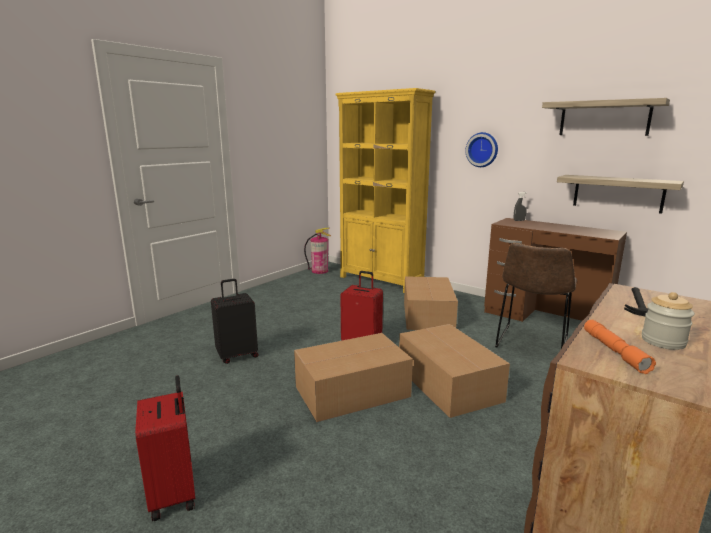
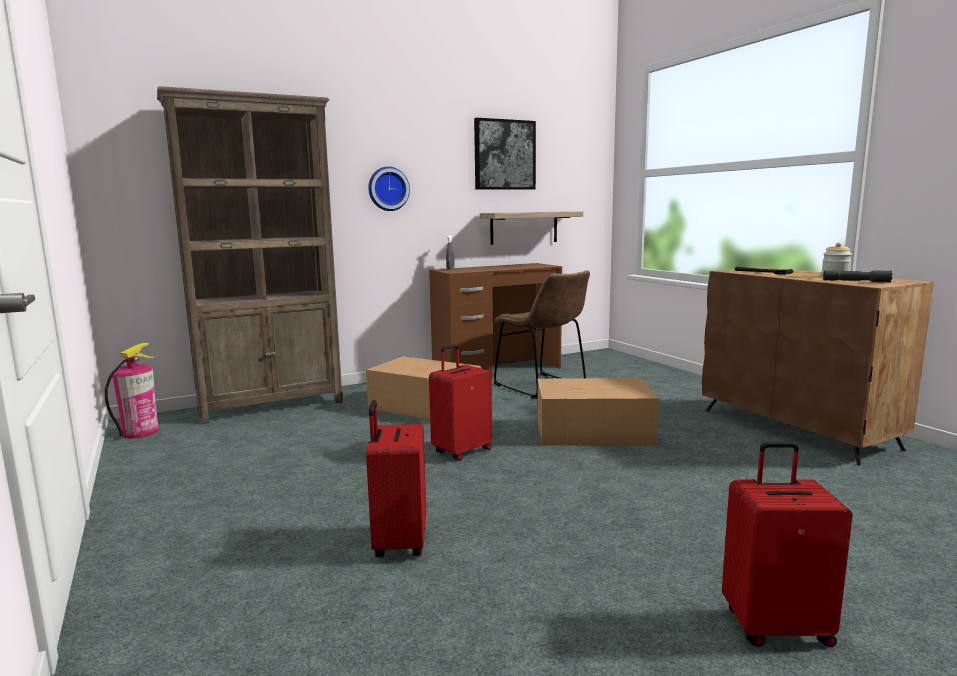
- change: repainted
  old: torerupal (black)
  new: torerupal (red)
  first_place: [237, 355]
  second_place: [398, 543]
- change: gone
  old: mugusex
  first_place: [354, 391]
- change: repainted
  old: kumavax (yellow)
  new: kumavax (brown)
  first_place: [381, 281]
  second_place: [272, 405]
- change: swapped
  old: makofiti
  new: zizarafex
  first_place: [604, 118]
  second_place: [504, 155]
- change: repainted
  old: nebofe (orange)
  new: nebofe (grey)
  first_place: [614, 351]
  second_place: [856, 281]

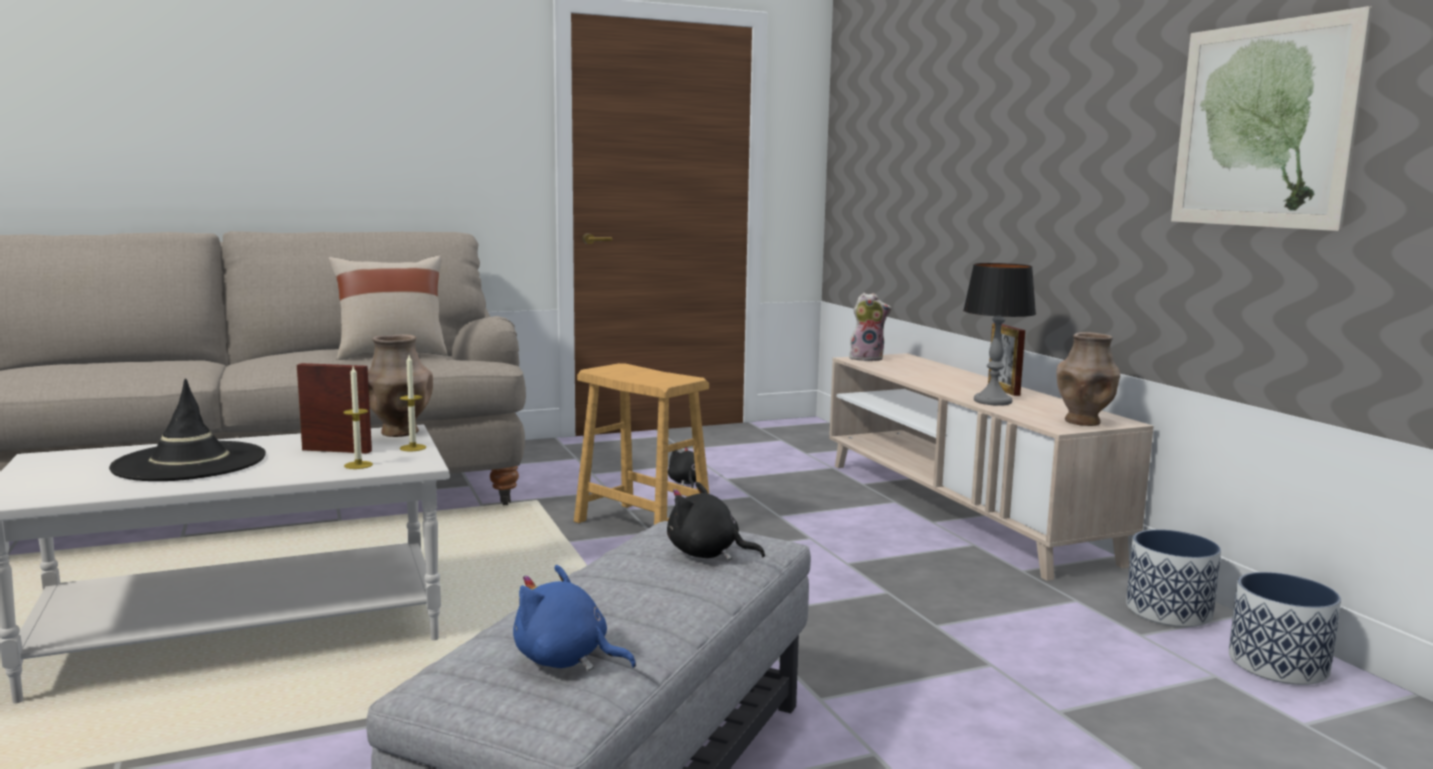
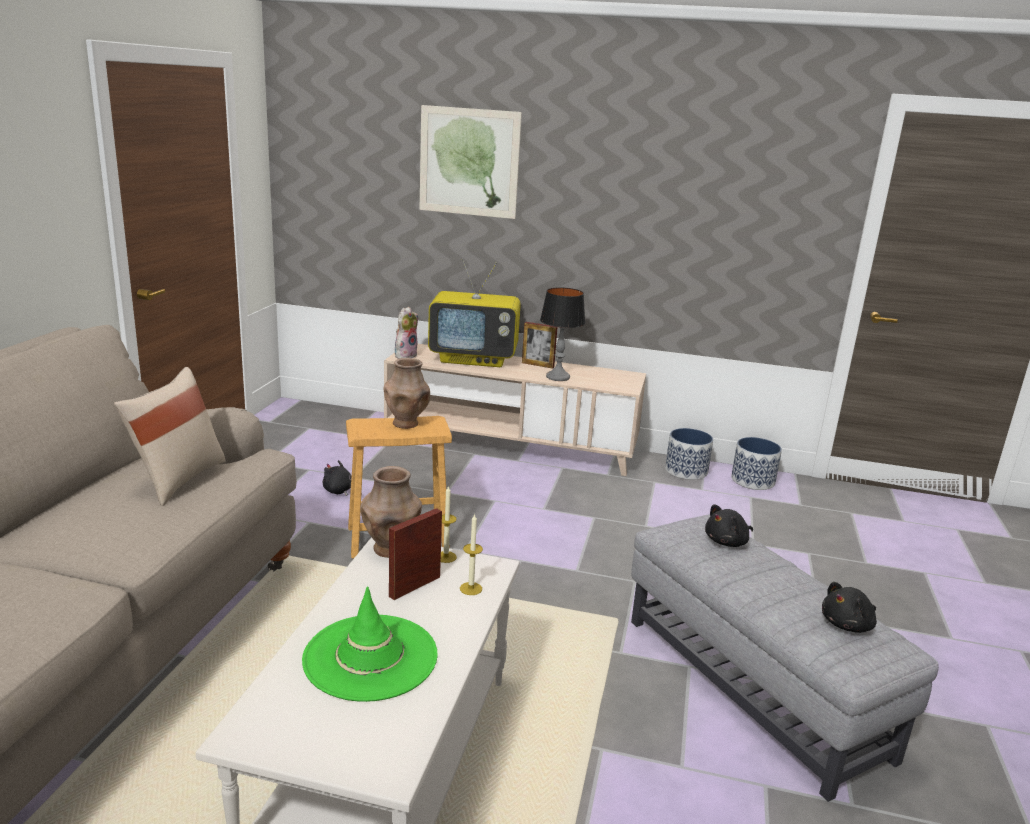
- change: repainted
  old: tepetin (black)
  new: tepetin (green)
  first_place: [189, 462]
  second_place: [370, 657]
- change: repainted
  old: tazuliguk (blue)
  new: tazuliguk (black)
  first_place: [566, 660]
  second_place: [848, 625]
- change: shifted
  old: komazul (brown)
  first_place: [1083, 422]
  second_place: [406, 424]
- change: shifted
  old: zizarafex
  first_place: [1262, 125]
  second_place: [469, 162]
- change: new
  new: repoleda
  second_place: [474, 359]

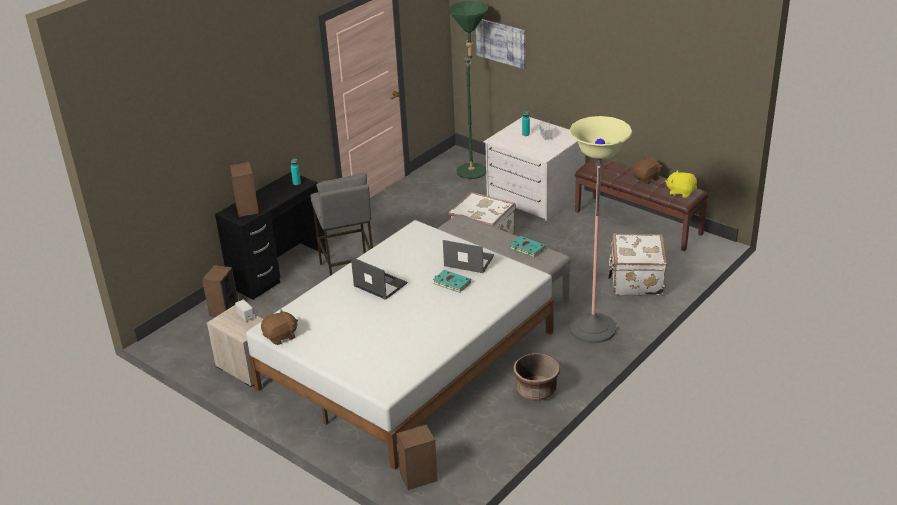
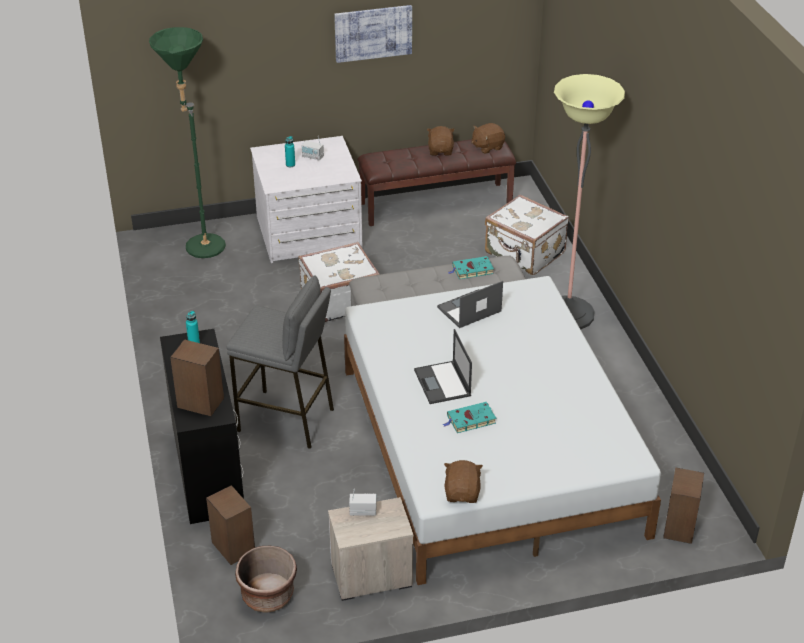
- change: rotated
  old: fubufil
  first_place: [379, 284]
  second_place: [443, 383]
  degrees: -90
- change: shifted
  old: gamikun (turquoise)
  first_place: [451, 283]
  second_place: [470, 420]
- change: shifted
  old: zizarafex
  first_place: [501, 42]
  second_place: [373, 33]
- change: shifted
  old: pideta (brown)
  first_place: [536, 391]
  second_place: [268, 595]
- change: repainted
  old: tazuliguk (yellow)
  new: tazuliguk (brown)
  first_place: [681, 192]
  second_place: [487, 147]

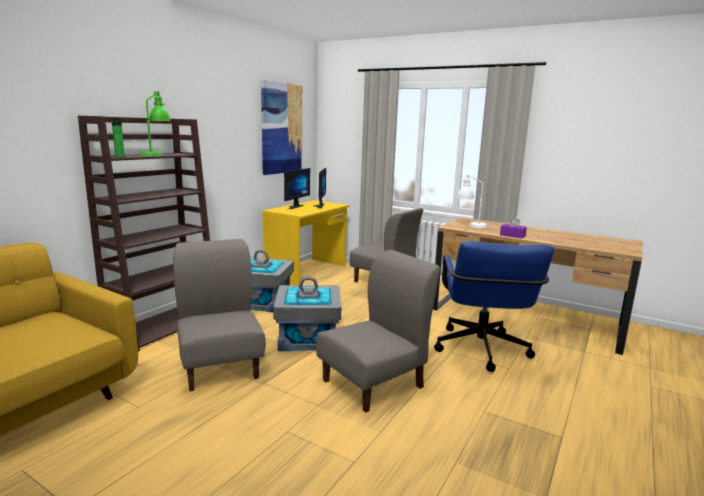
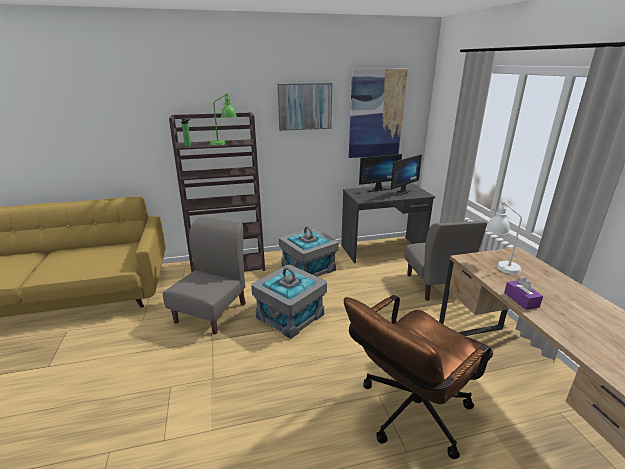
- change: repainted
  old: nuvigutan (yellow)
  new: nuvigutan (grey)
  first_place: [307, 271]
  second_place: [383, 250]
- change: gone
  old: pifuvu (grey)
  first_place: [374, 383]
- change: repainted
  old: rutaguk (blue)
  new: rutaguk (brown)
  first_place: [482, 352]
  second_place: [408, 415]
- change: new
  new: zizarafex
  second_place: [305, 106]

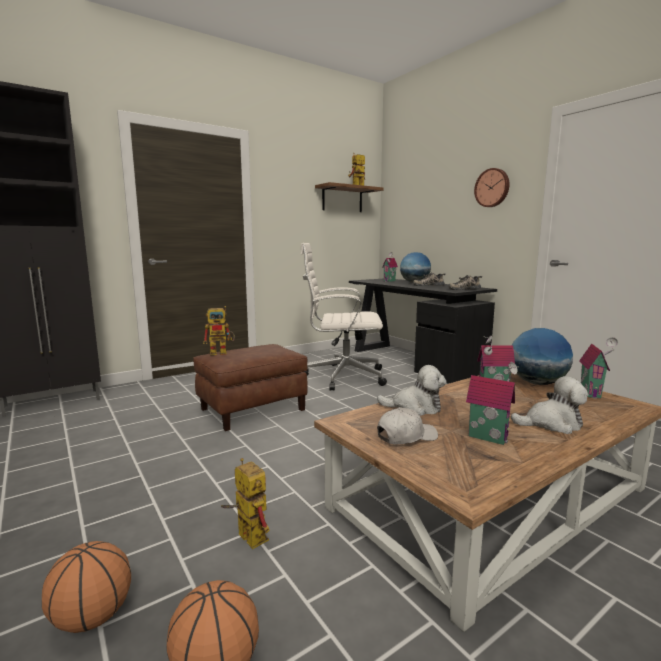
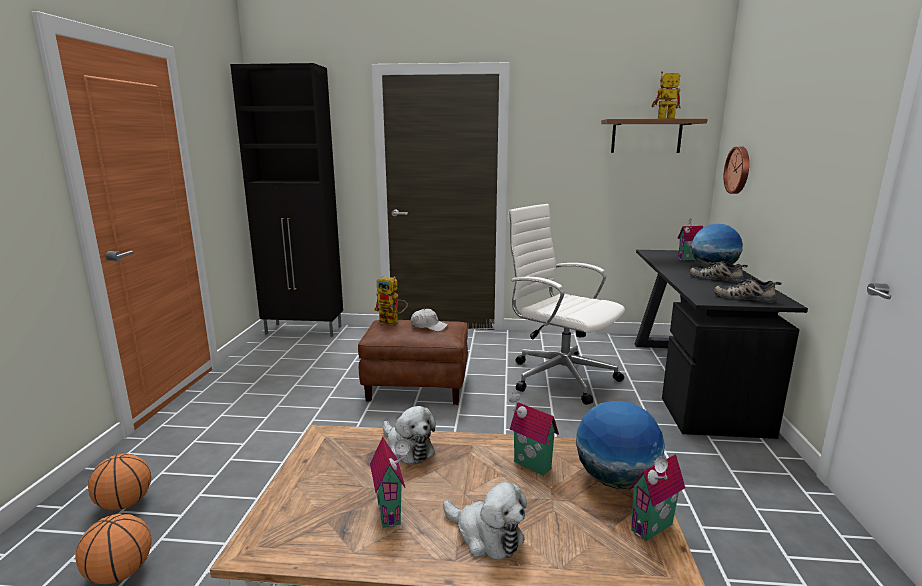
- change: gone
  old: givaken
  first_place: [246, 535]
- change: shifted
  old: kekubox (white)
  first_place: [406, 436]
  second_place: [428, 326]
- change: shifted
  old: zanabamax
  first_place: [492, 188]
  second_place: [738, 170]

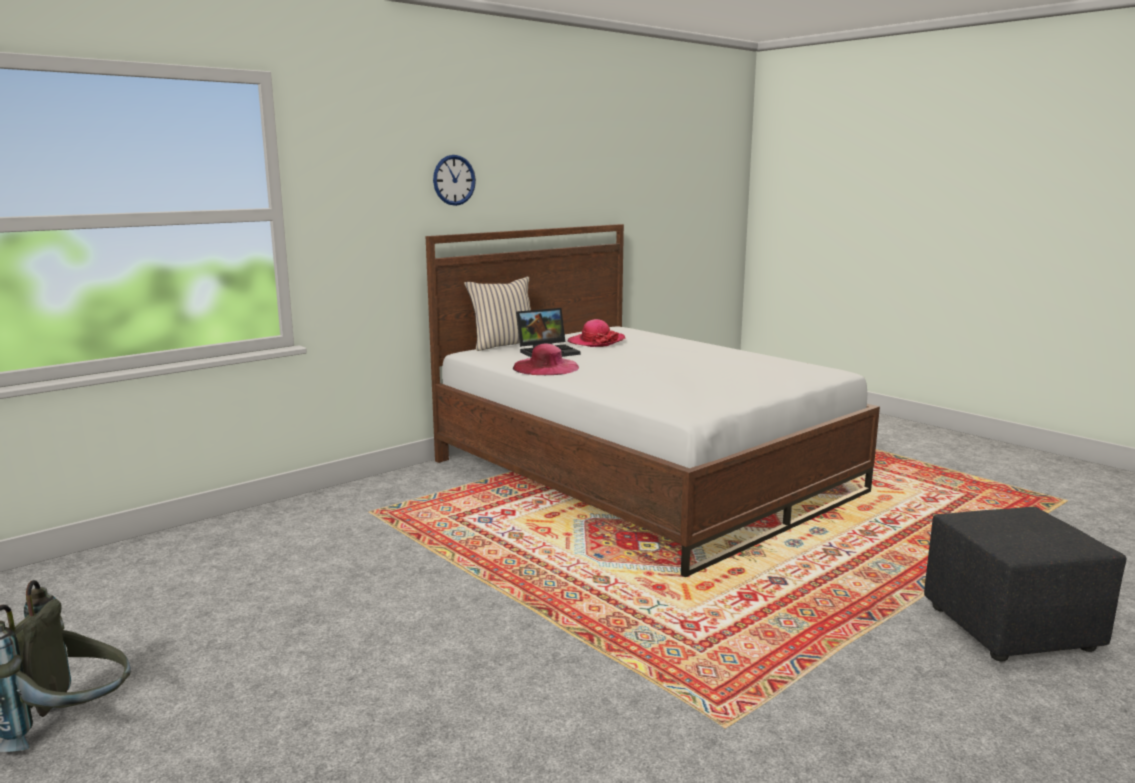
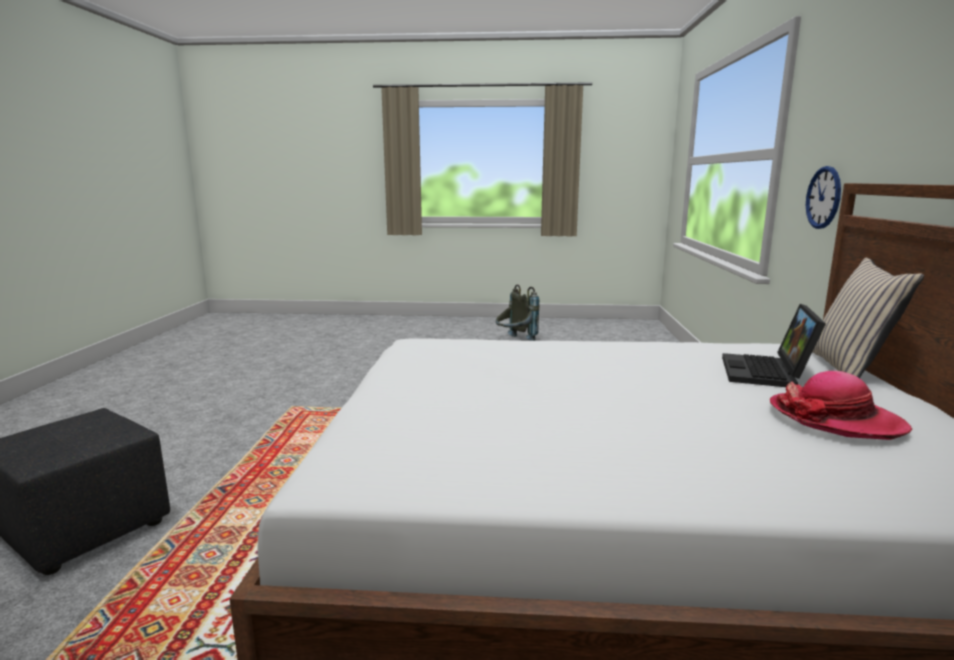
- change: shifted
  old: zanabamax
  first_place: [454, 180]
  second_place: [823, 197]
- change: gone
  old: tepetin (pink)
  first_place: [546, 367]

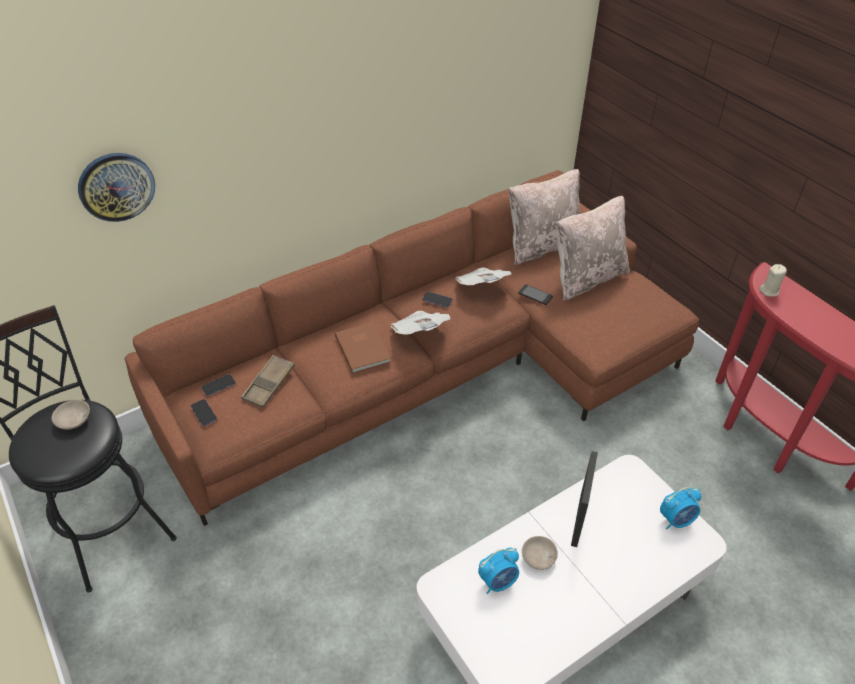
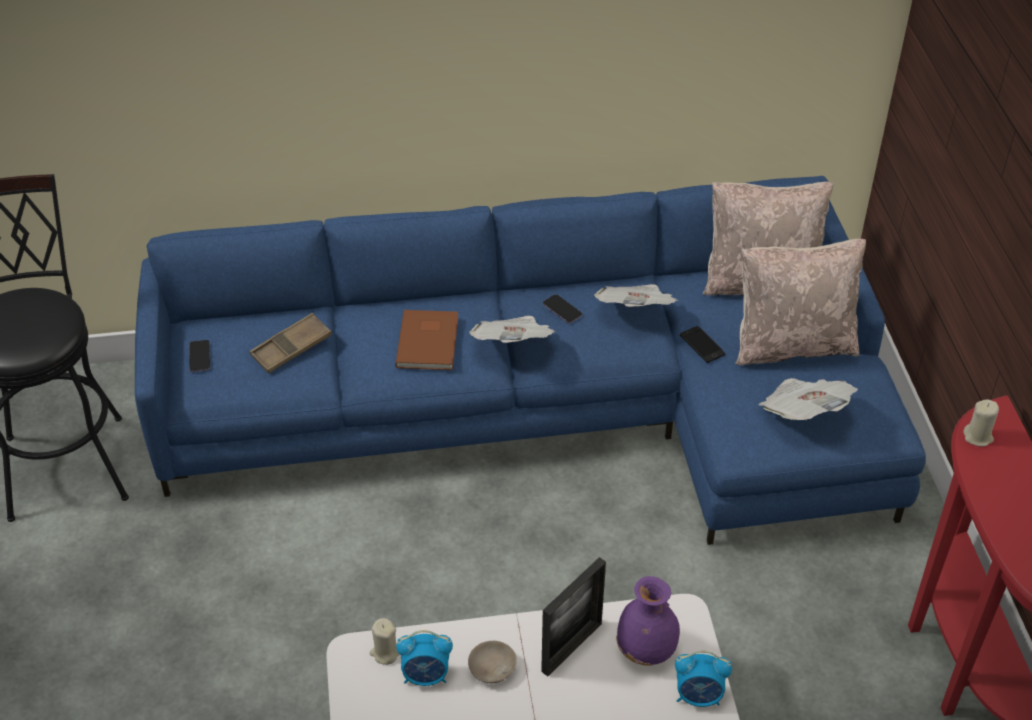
- change: gone
  old: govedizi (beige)
  first_place: [73, 420]
- change: gone
  old: zanabamax
  first_place: [116, 186]
- change: repainted
  old: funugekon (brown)
  new: funugekon (blue)
  first_place: [436, 371]
  second_place: [549, 410]
- change: gone
  old: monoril
  first_place: [218, 386]
- change: new
  new: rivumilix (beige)
  second_place: [385, 652]
- change: new
  new: komazul (purple)
  second_place: [647, 650]
- change: new
  new: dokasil
  second_place: [803, 413]

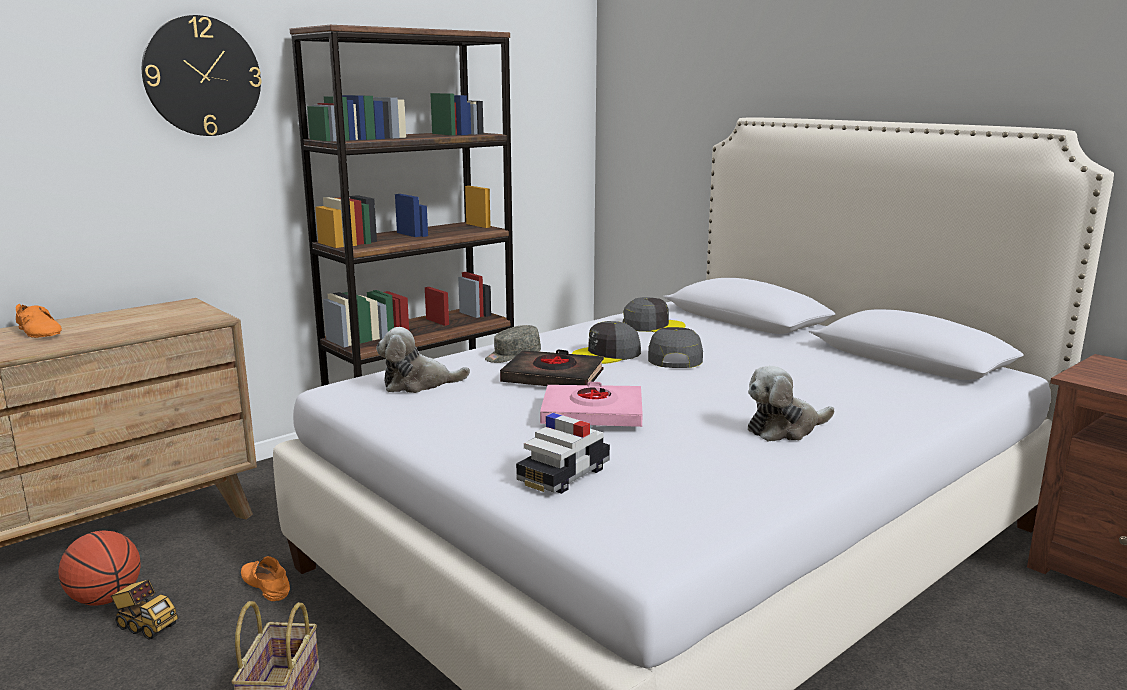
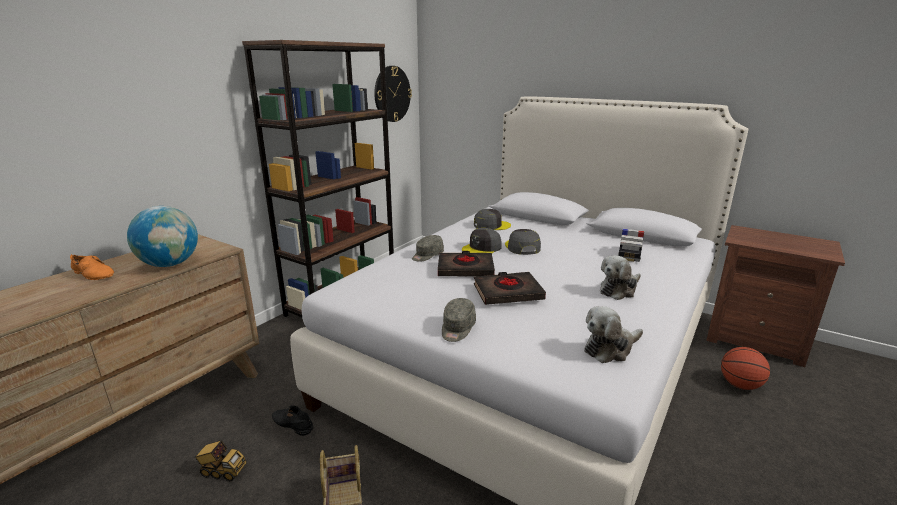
- change: shifted
  old: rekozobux
  first_place: [105, 599]
  second_place: [740, 385]
- change: shifted
  old: zanabamax
  first_place: [202, 76]
  second_place: [392, 94]
- change: repainted
  old: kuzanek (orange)
  new: kuzanek (black)
  first_place: [264, 585]
  second_place: [292, 424]
- change: shifted
  old: tazuliguk
  first_place: [418, 384]
  second_place: [610, 349]
- change: shifted
  old: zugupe
  first_place: [563, 475]
  second_place: [629, 255]
- change: repainted
  old: gamikun (pink)
  new: gamikun (black)
  first_place: [592, 413]
  second_place: [508, 293]
- change: new
  new: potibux
  second_place: [170, 264]
- change: new
  new: kekubox (grey)
  second_place: [457, 328]

